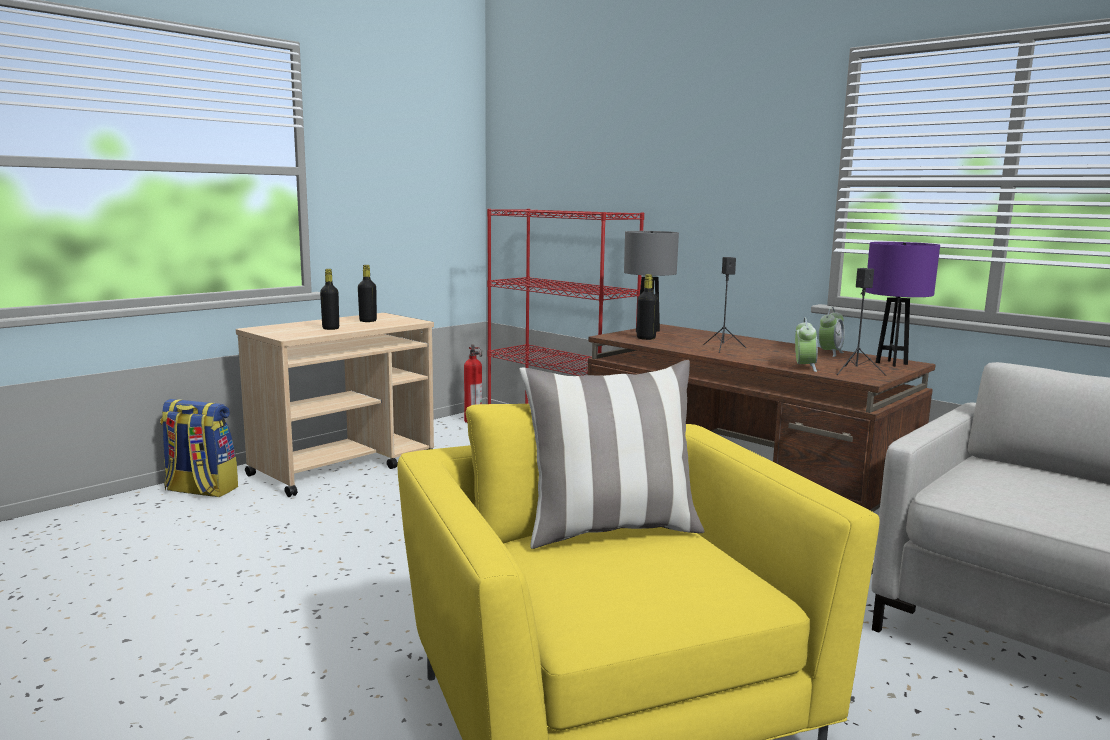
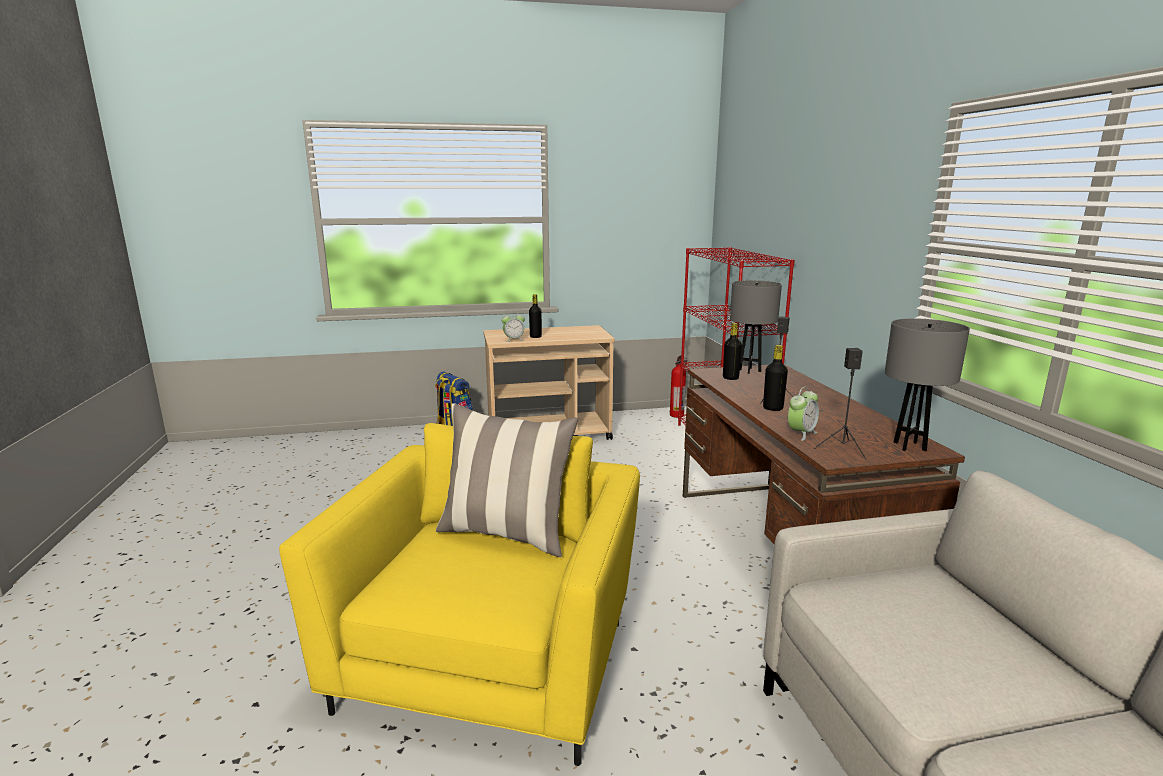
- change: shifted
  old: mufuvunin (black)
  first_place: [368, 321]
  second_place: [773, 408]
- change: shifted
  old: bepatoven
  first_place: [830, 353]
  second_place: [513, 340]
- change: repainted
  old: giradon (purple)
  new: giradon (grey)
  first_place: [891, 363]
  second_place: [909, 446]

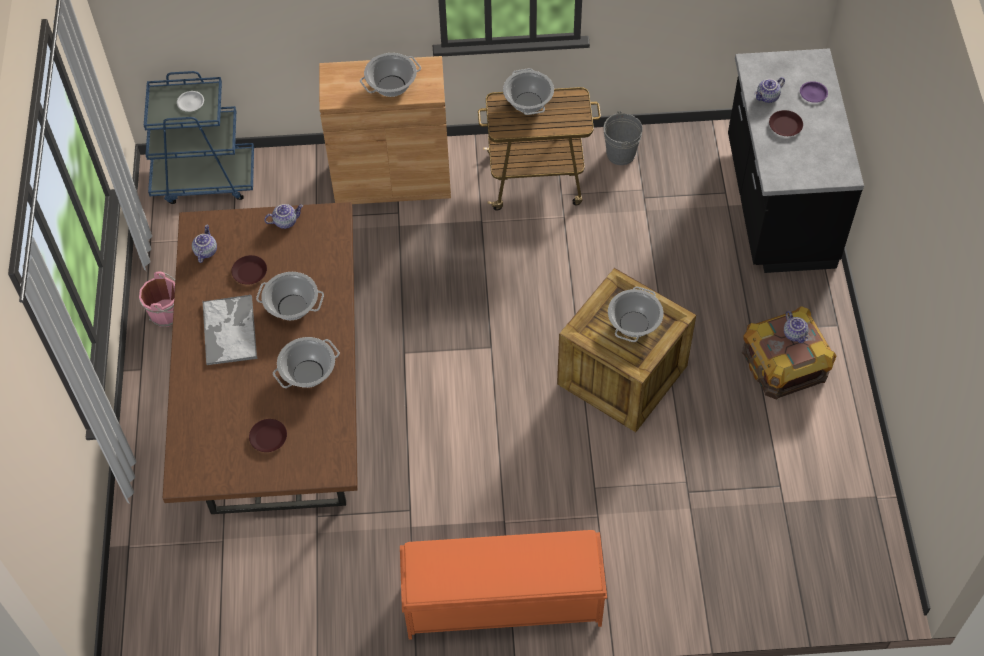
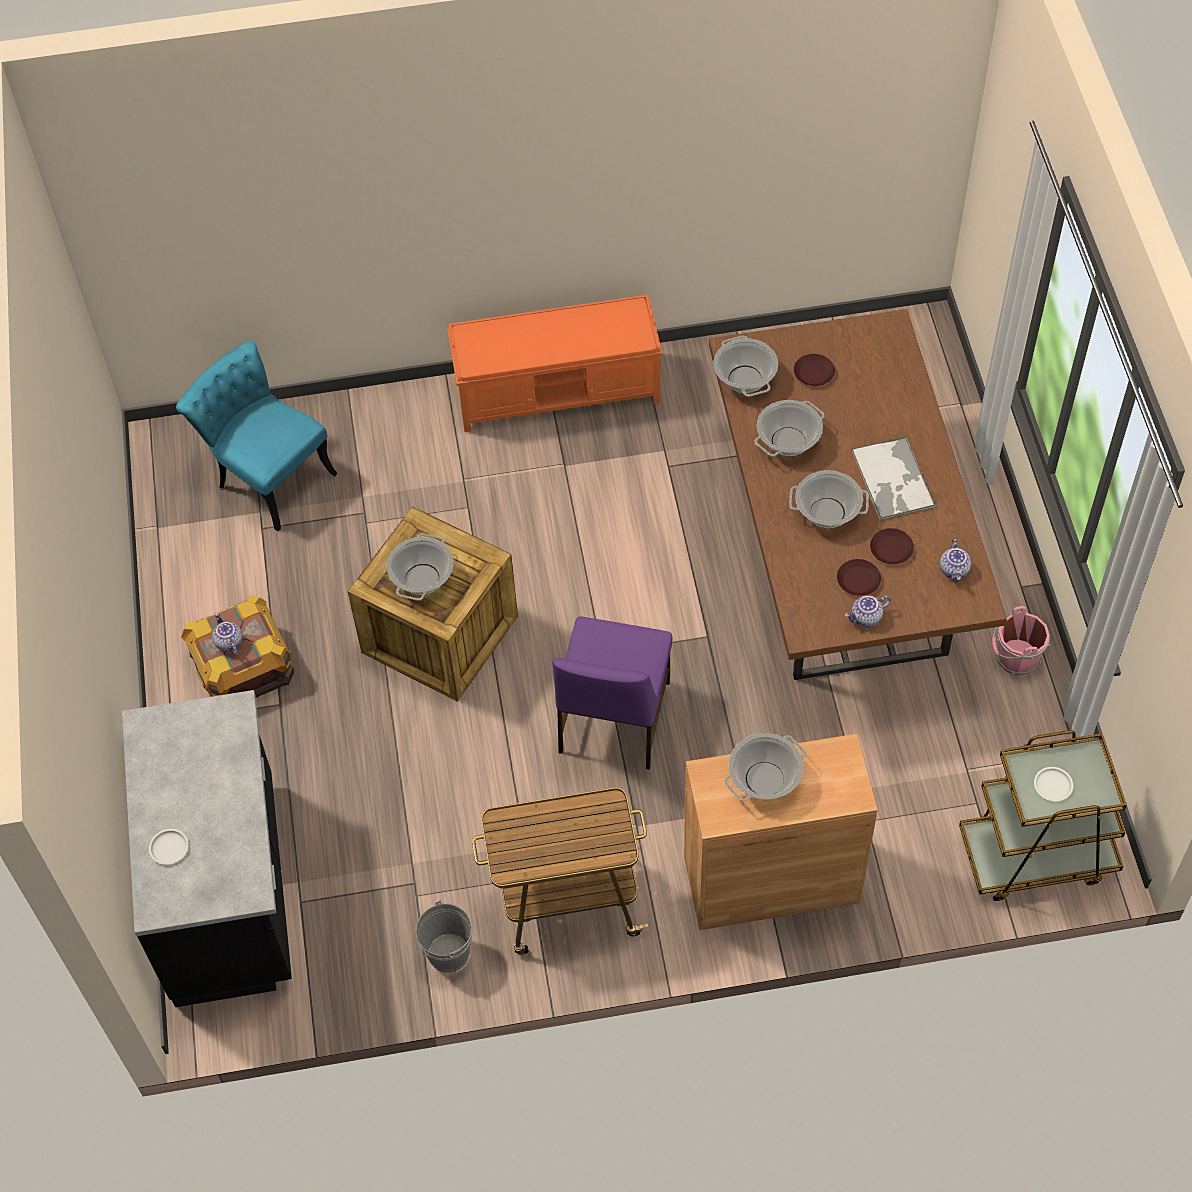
- change: repainted
  old: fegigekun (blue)
  new: fegigekun (brown)
  first_place: [205, 179]
  second_place: [1036, 855]
- change: shifted
  old: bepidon
  first_place: [528, 103]
  second_place: [744, 379]
- change: gone
  old: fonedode
  first_place: [767, 97]
- change: shifted
  old: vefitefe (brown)
  first_place: [785, 126]
  second_place: [858, 580]
- change: repainted
  old: vefitefe (purple)
  new: vefitefe (white)
  first_place: [813, 93]
  second_place: [169, 848]
- change: new
  new: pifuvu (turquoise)
  second_place: [267, 475]
- change: new
  new: pifuvu (purple)
  second_place: [613, 719]

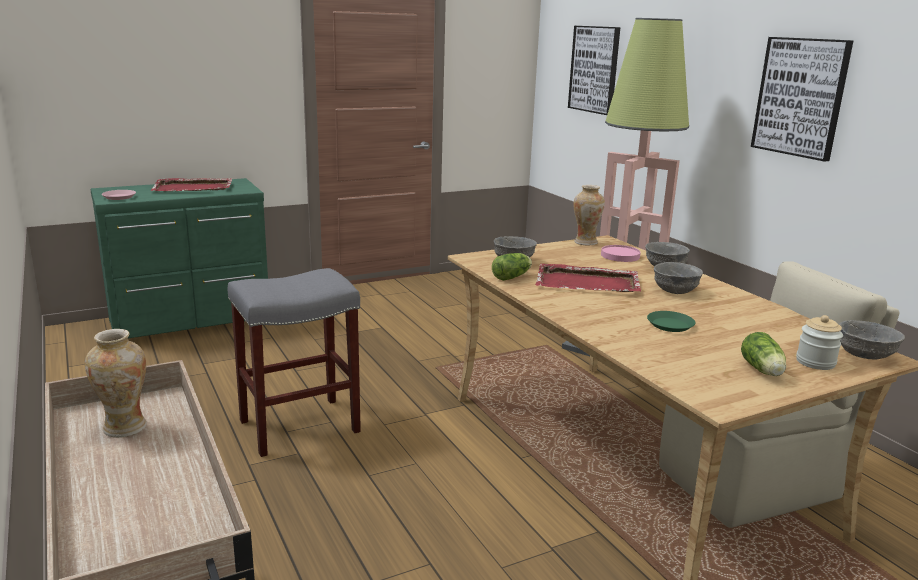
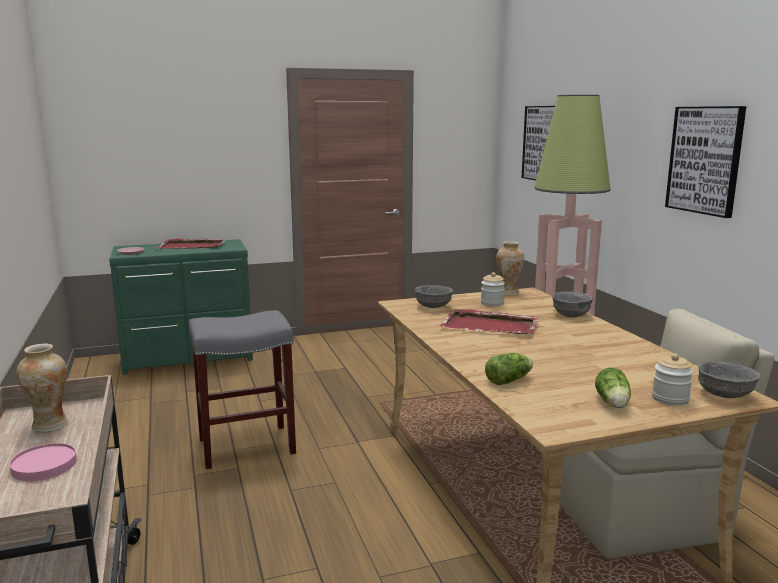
- change: shifted
  old: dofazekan
  first_place: [513, 277]
  second_place: [510, 380]
- change: shifted
  old: vefitefe (pink)
  first_place: [619, 256]
  second_place: [44, 465]
- change: gone
  old: vefitefe (green)
  first_place: [670, 325]
- change: gone
  old: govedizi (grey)
  first_place: [676, 290]
- change: new
  new: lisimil
  second_place: [492, 303]

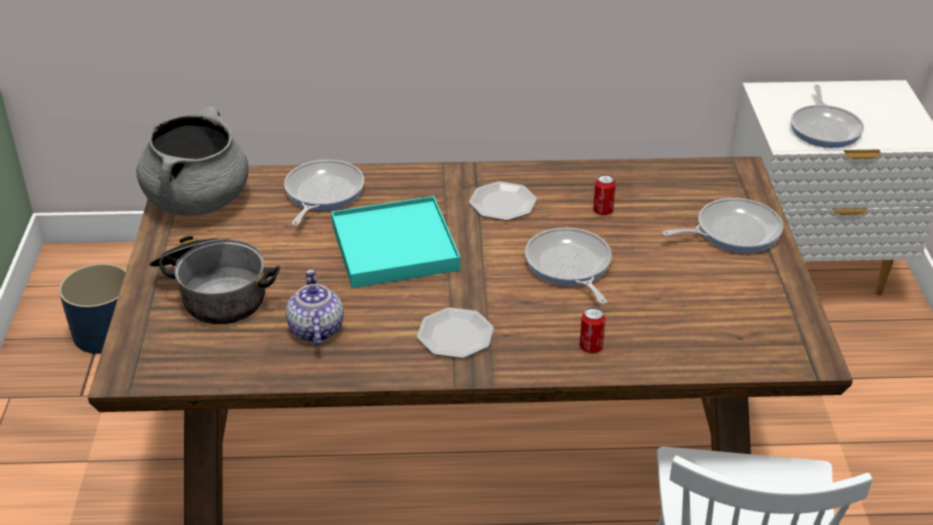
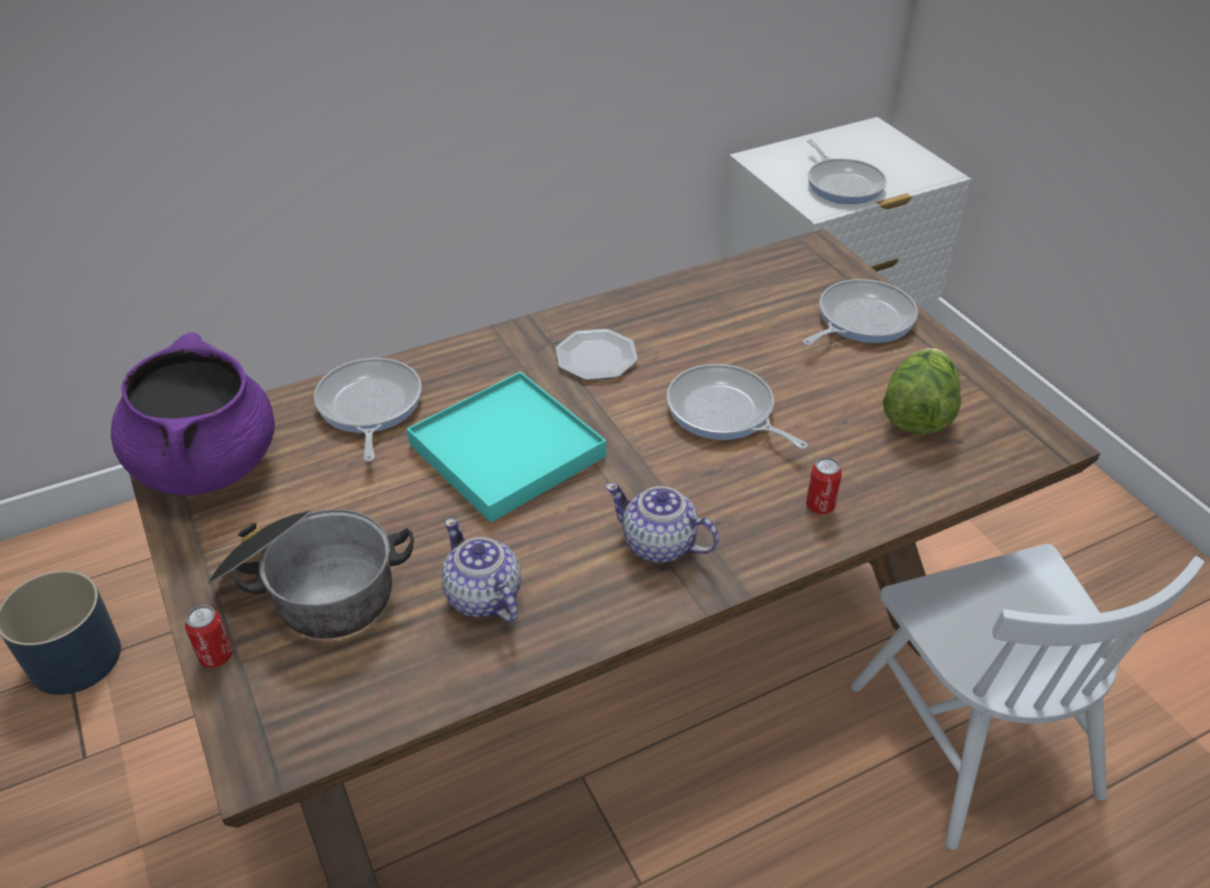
- change: repainted
  old: bepidon (grey)
  new: bepidon (purple)
  first_place: [198, 200]
  second_place: [207, 464]
- change: swapped
  old: vefitefe
  new: fonedode
  first_place: [455, 336]
  second_place: [659, 545]
- change: shifted
  old: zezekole
  first_place: [603, 211]
  second_place: [216, 656]
- change: new
  new: dofazekan
  second_place: [917, 414]

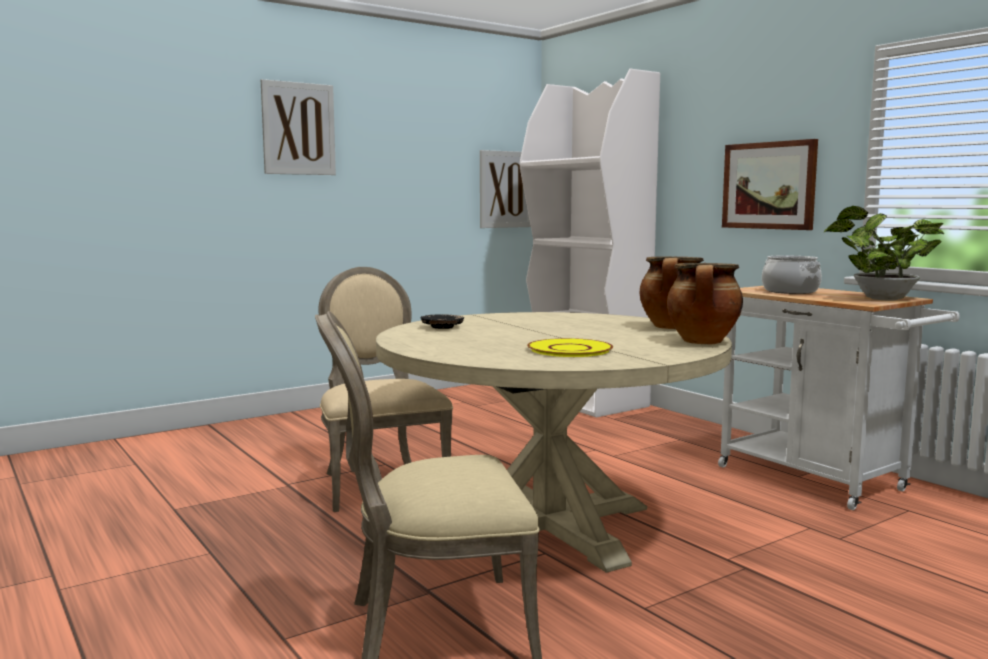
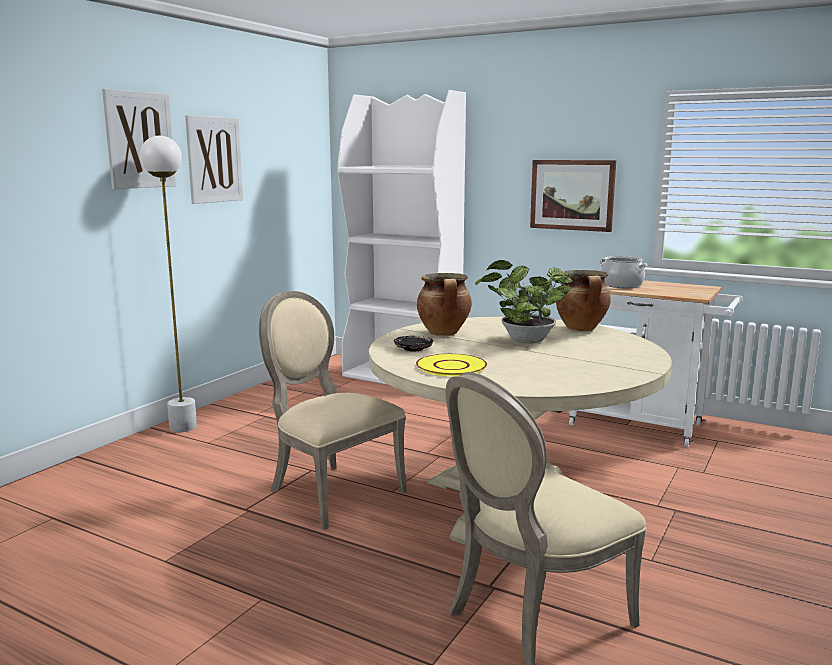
- change: shifted
  old: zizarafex
  first_place: [505, 189]
  second_place: [214, 159]
- change: shifted
  old: vefitefe (yellow)
  first_place: [570, 350]
  second_place: [451, 366]
- change: shifted
  old: bepidon
  first_place: [703, 342]
  second_place: [444, 333]
- change: shifted
  old: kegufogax
  first_place: [879, 299]
  second_place: [523, 341]
- change: new
  new: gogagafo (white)
  second_place: [183, 427]

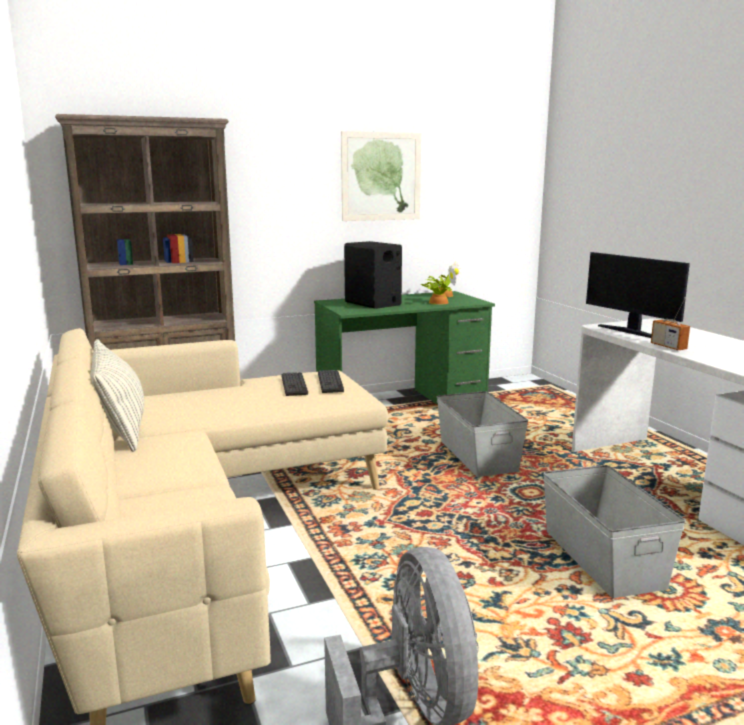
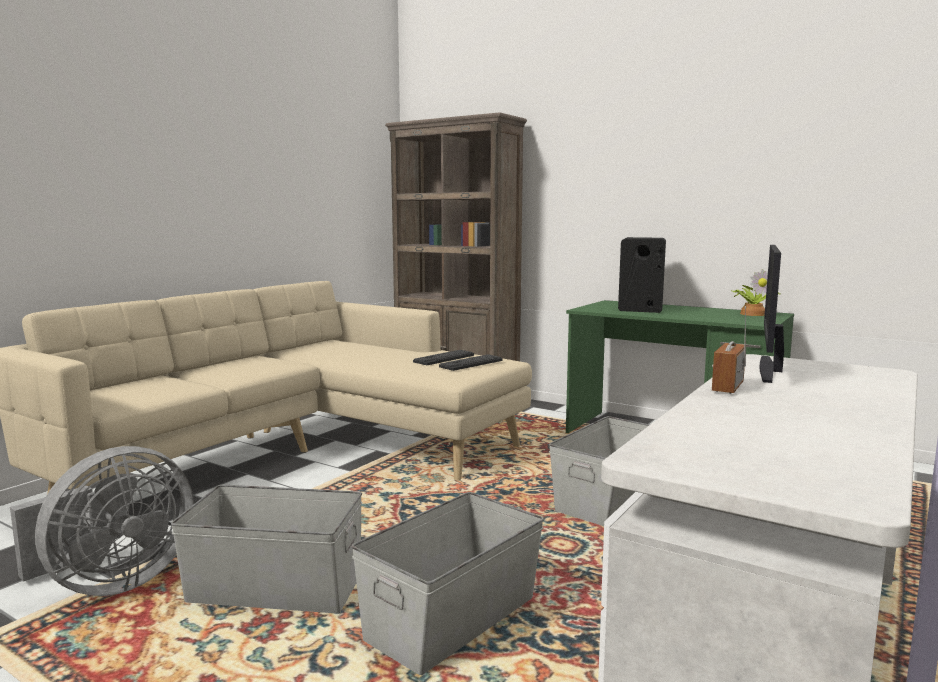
- change: gone
  old: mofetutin
  first_place: [120, 427]
- change: gone
  old: zizarafex
  first_place: [381, 176]
- change: gone
  old: kegufogax
  first_place: [437, 302]
- change: new
  new: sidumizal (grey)
  second_place: [275, 588]

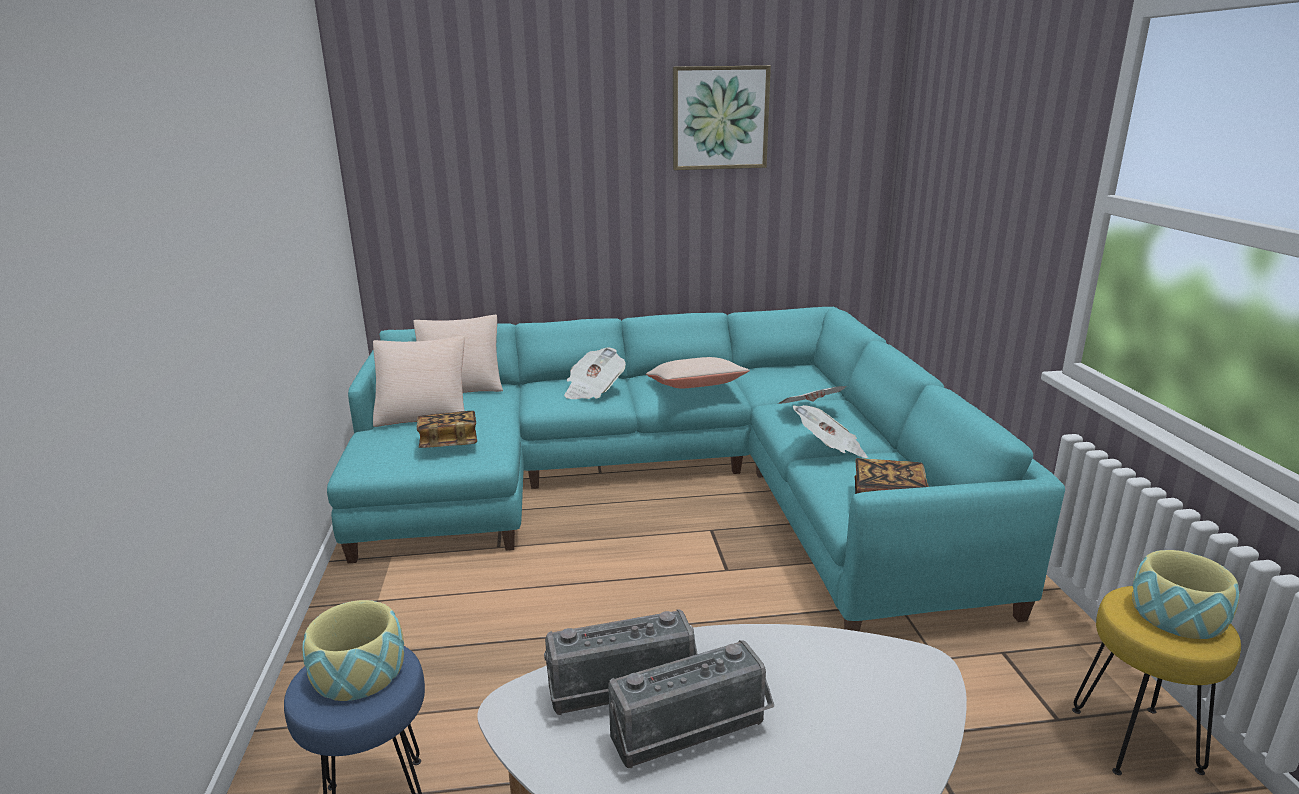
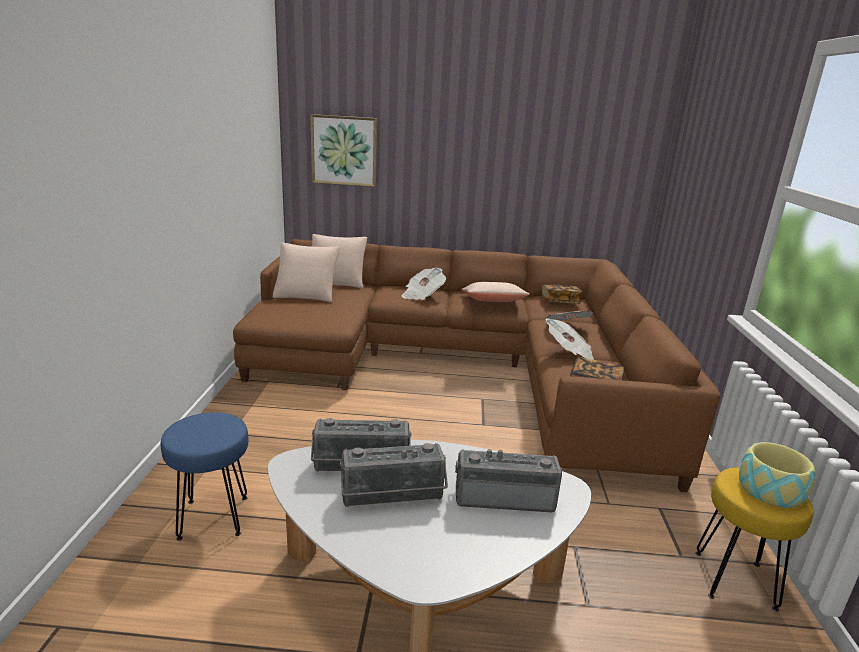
- change: gone
  old: govedizi
  first_place: [359, 672]
- change: repainted
  old: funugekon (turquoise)
  new: funugekon (brown)
  first_place: [671, 482]
  second_place: [466, 365]
- change: shifted
  old: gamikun
  first_place: [449, 443]
  second_place: [559, 302]
- change: shifted
  old: zizarafex
  first_place: [720, 118]
  second_place: [344, 150]
- change: new
  new: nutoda
  second_place: [504, 497]

